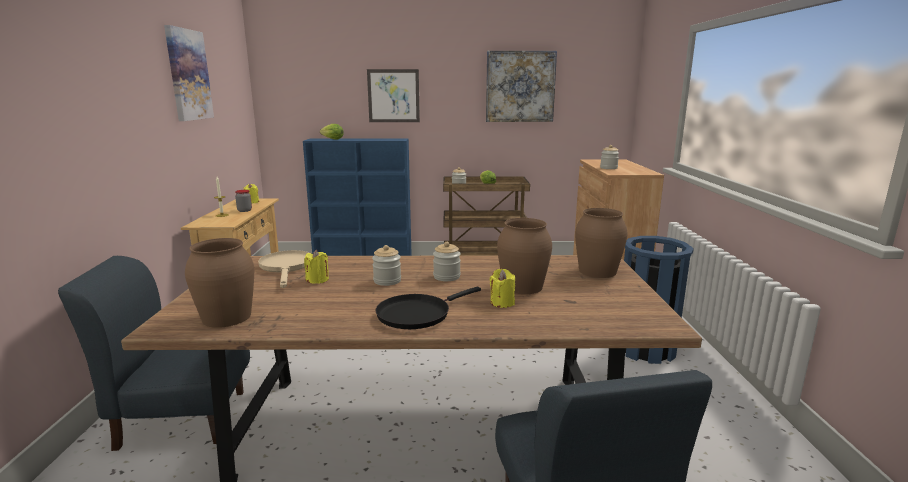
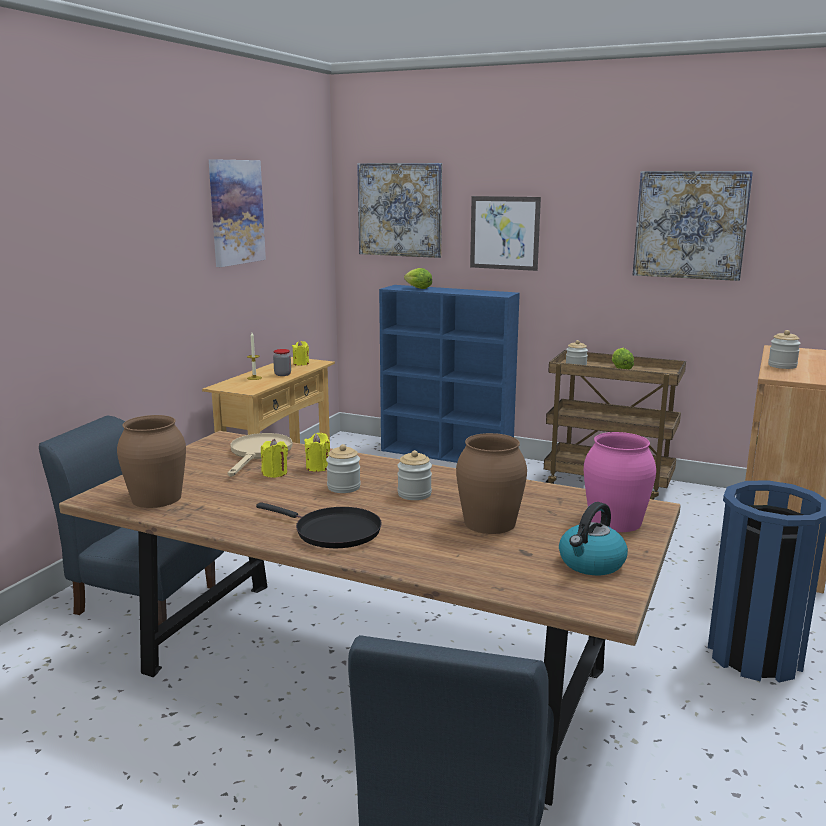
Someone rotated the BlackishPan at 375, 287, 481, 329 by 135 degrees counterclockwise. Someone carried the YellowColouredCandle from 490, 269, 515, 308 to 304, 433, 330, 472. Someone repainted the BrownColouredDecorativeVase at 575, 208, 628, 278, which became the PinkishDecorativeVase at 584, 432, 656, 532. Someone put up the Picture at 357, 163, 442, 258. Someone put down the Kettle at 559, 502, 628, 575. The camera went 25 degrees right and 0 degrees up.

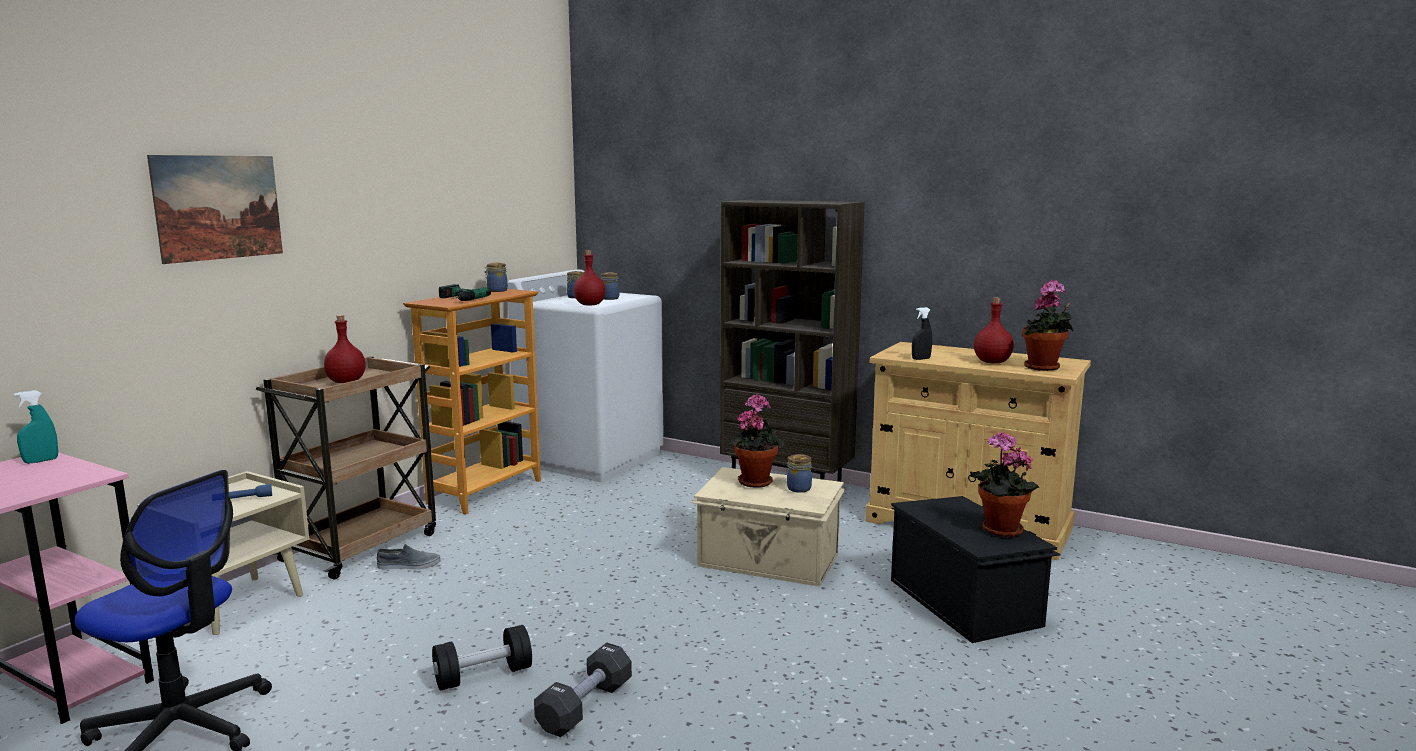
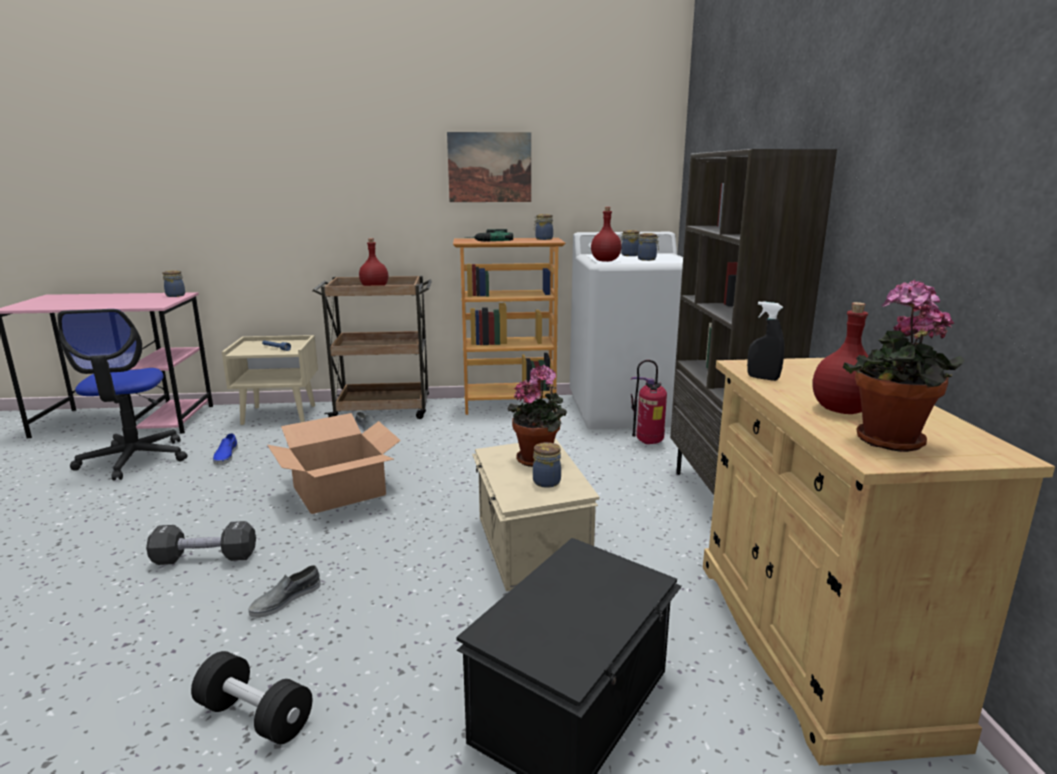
Someone swapped the TurquoiseColouredSprayer at 14, 390, 58, 464 for the Jar at 163, 270, 185, 297. Someone carried the Picture from 147, 155, 283, 264 to 447, 132, 531, 202. Someone carried the BlackishDumbbell from 432, 625, 532, 691 to 191, 651, 312, 744. Someone took away the PlantInAPot at 973, 432, 1039, 537. Someone put down the BlueColouredLowShoe at 213, 433, 238, 465. Someone put down the GreyLowShoe at 248, 565, 321, 618. Someone put down the CardboardBox at 267, 413, 401, 514. Someone put down the Extinguisher at 631, 360, 667, 444. The camera went 55 degrees right and 5 degrees up.

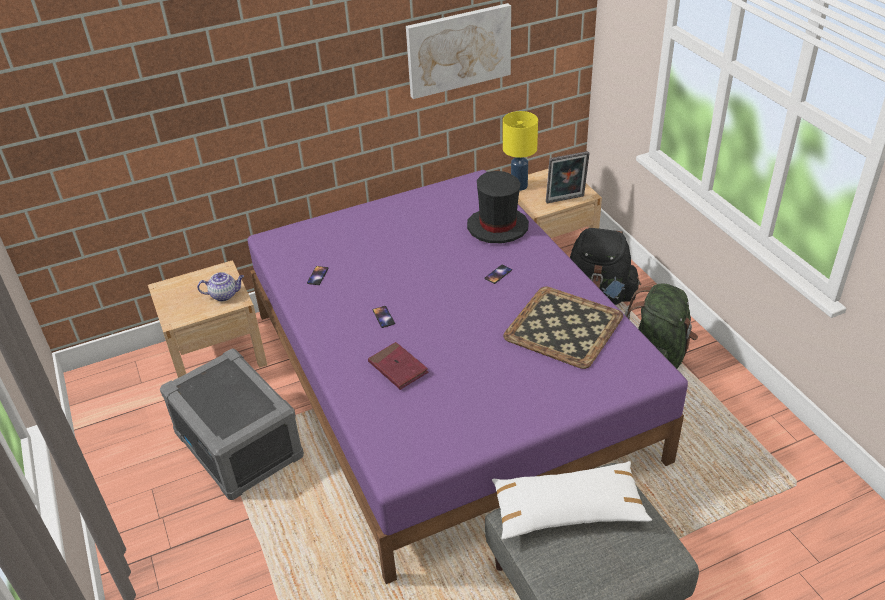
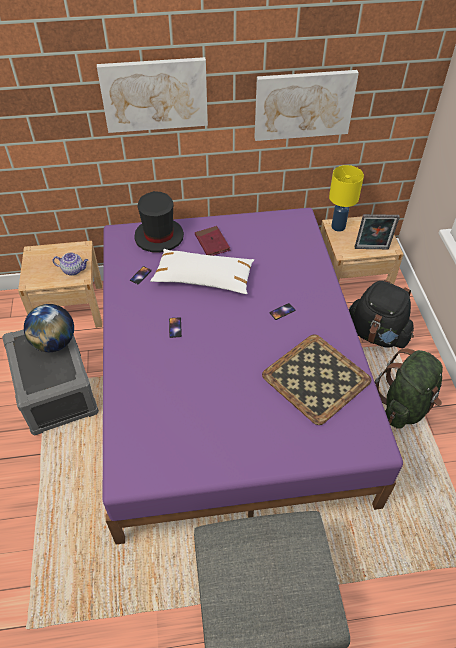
Someone carried the ReddishBoundBook from 368, 342, 428, 390 to 195, 226, 230, 256. Someone carried the BlackishWearableHat from 467, 171, 529, 243 to 134, 191, 184, 252. Someone carried the WhitishCushion from 492, 461, 652, 540 to 150, 249, 254, 294. Someone put down the Globe at 24, 304, 74, 352. Someone put up the Picture at 97, 57, 208, 133. The camera went 15 degrees right and 10 degrees up.

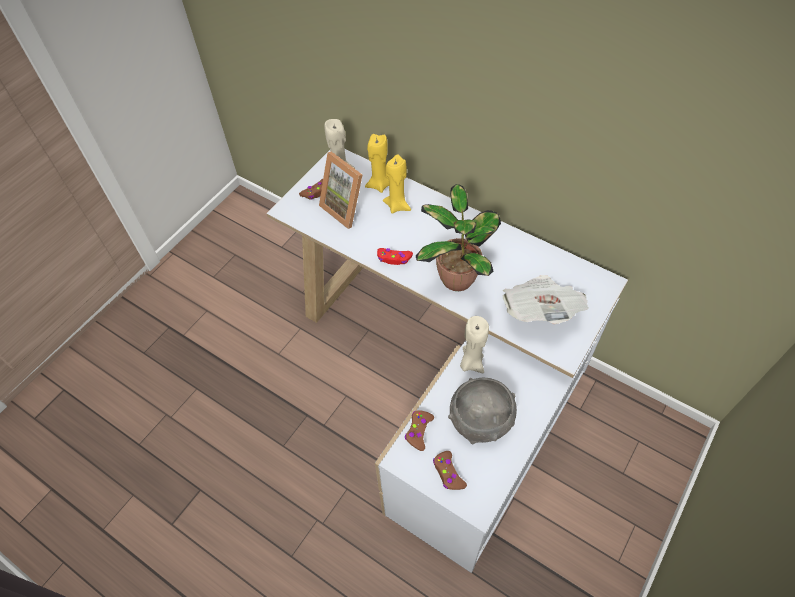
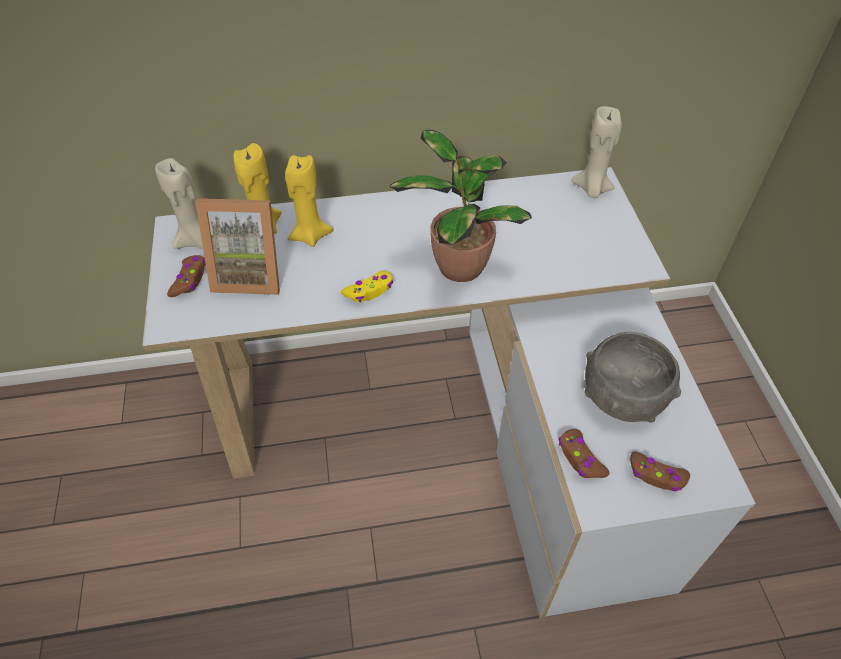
Someone repainted the ReddishJoypad at 377, 248, 413, 265, which became the YellowColouredJoypad at 341, 271, 393, 302. Someone carried the BeigeCandle from 460, 316, 489, 373 to 571, 106, 622, 198. Someone took away the DailyPaper at 502, 275, 589, 324. The camera went 45 degrees left and 5 degrees down.

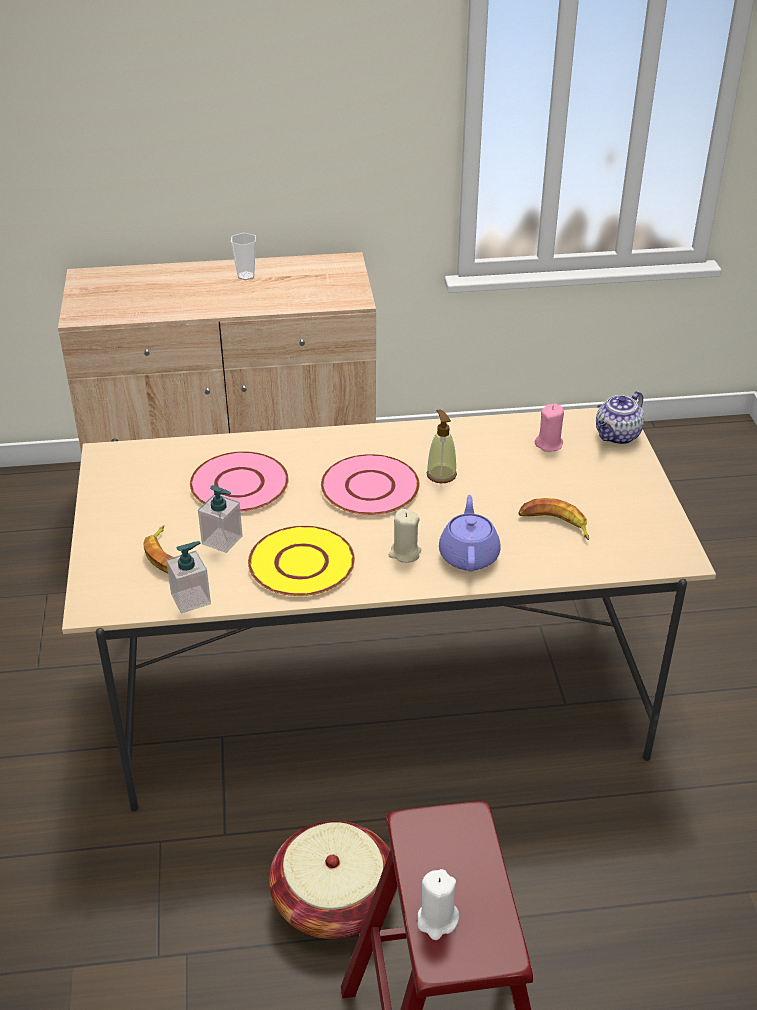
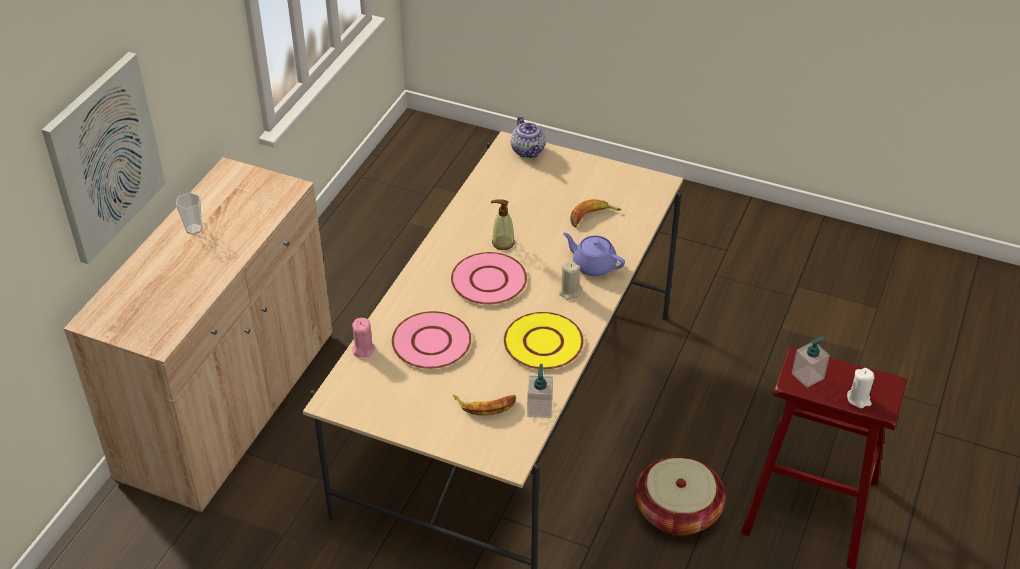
Someone carried the SoapBottle from 198, 485, 243, 553 to 792, 335, 830, 388. Someone carried the PinkishCandle from 535, 404, 564, 452 to 352, 318, 375, 357. Someone put up the Picture at 42, 52, 166, 264. The camera went 60 degrees left and 5 degrees up.

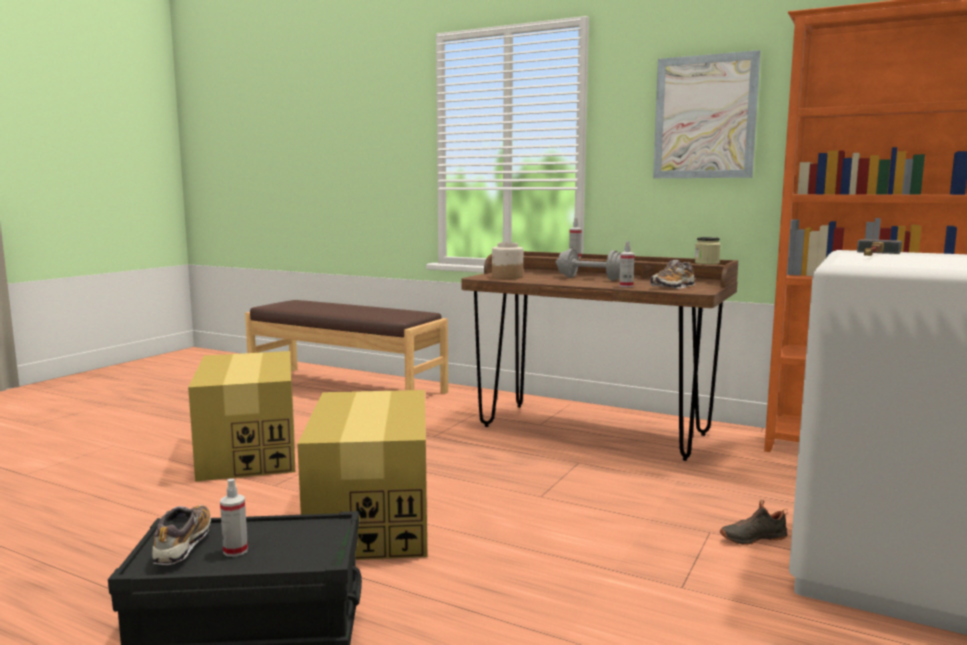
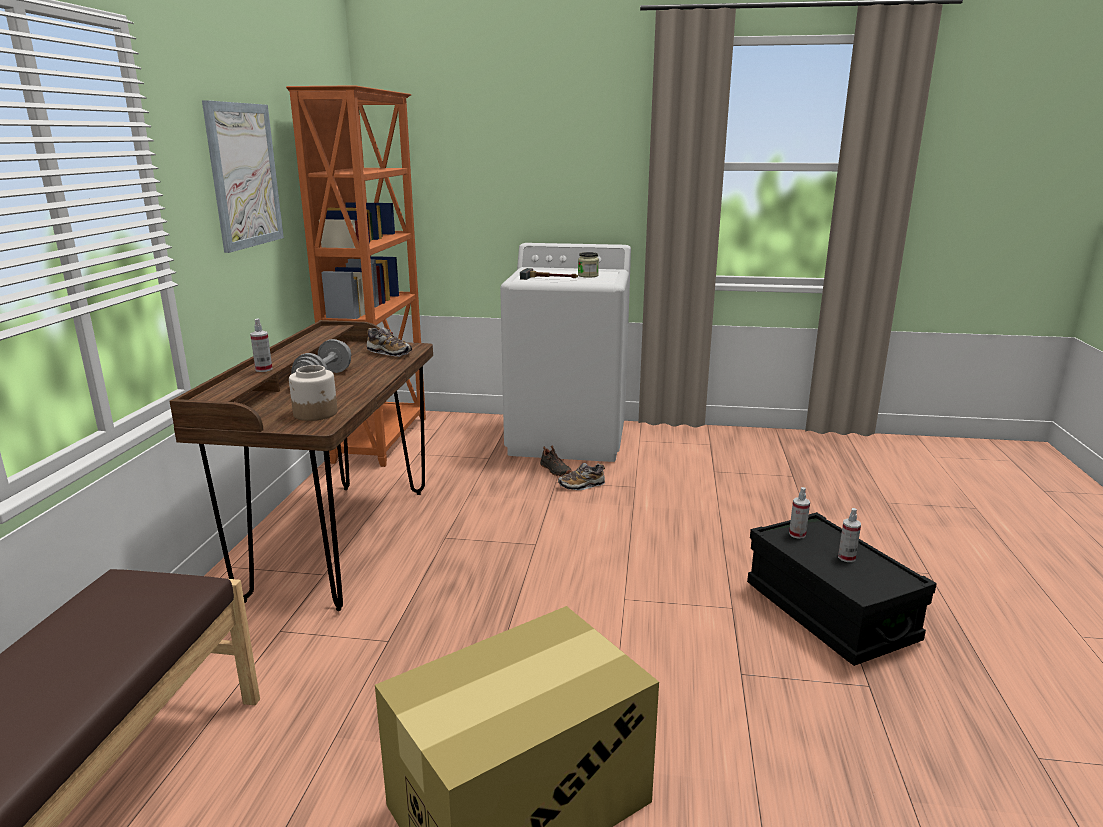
Someone carried the LowShoe from 152, 505, 211, 565 to 558, 463, 605, 490. Someone took away the CardboardBox at 297, 390, 427, 560. Someone carried the Sprayer from 619, 241, 634, 287 to 789, 487, 810, 539. Someone carried the Jar from 695, 237, 721, 265 to 578, 252, 599, 278. The camera went 110 degrees left and 10 degrees up.

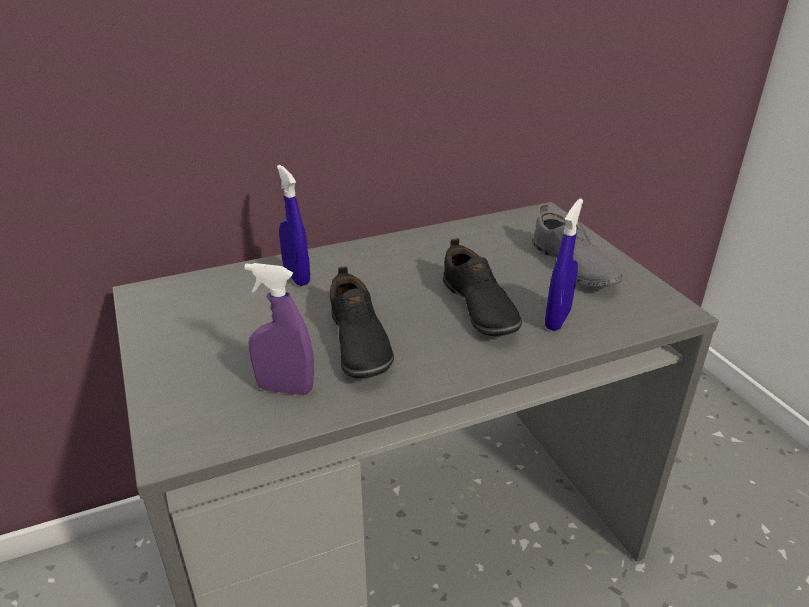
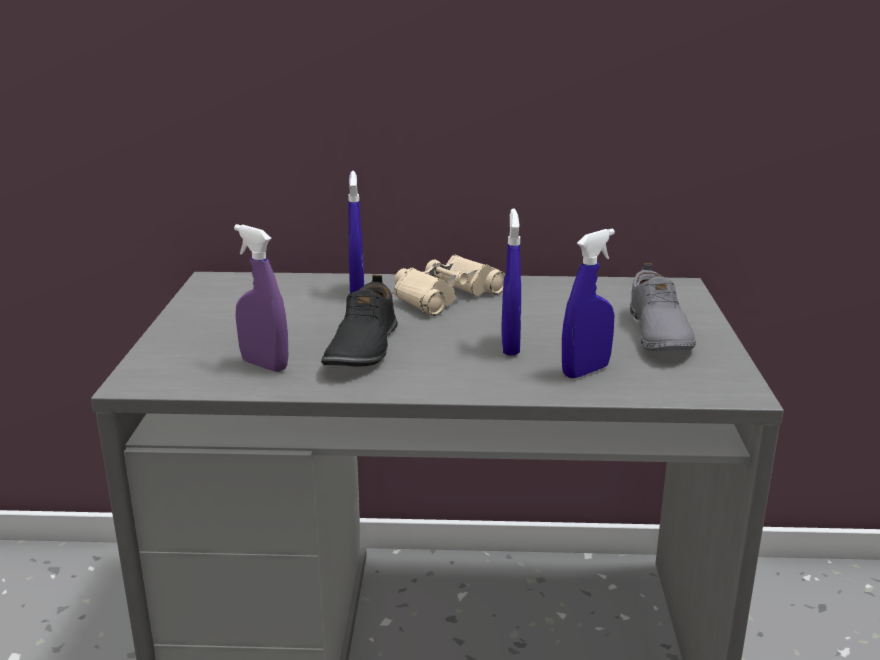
Someone swapped the BlackishLowShoe at 443, 238, 522, 336 for the BlueColouredSprayer at 501, 209, 521, 355. Someone put down the BeigePairOfBinoculars at 394, 255, 506, 316. The camera went 25 degrees right and 10 degrees down.

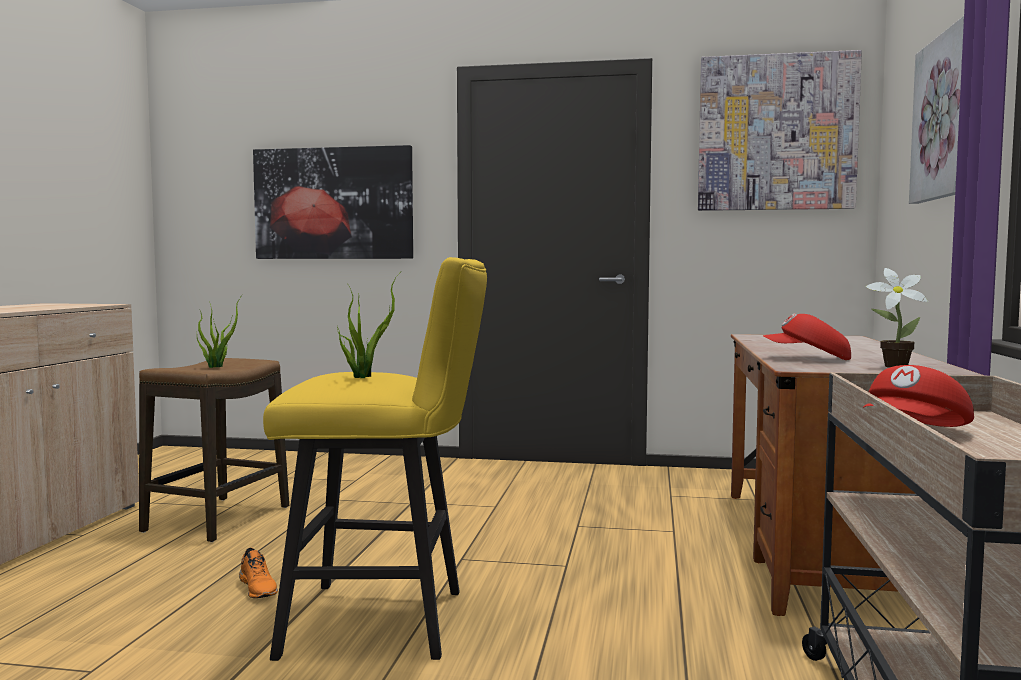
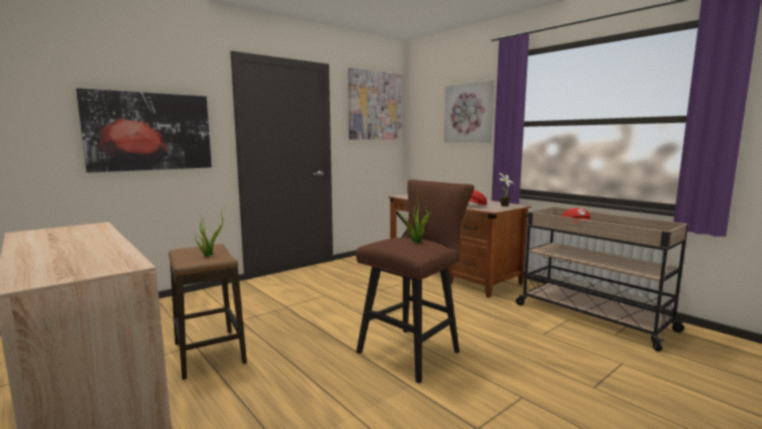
Someone took away the OrangeColouredLowShoe at 239, 548, 278, 598. Someone repainted the YellowColouredSittingStool at 263, 257, 487, 661, which became the BrownColouredSittingStool at 356, 179, 474, 384. The camera went 50 degrees left and 5 degrees up.

